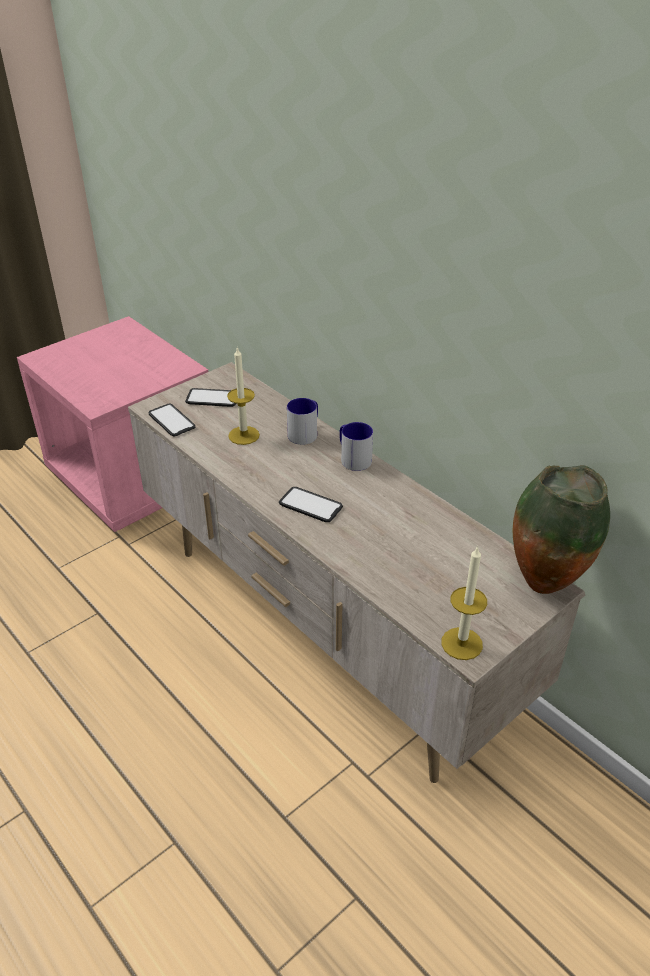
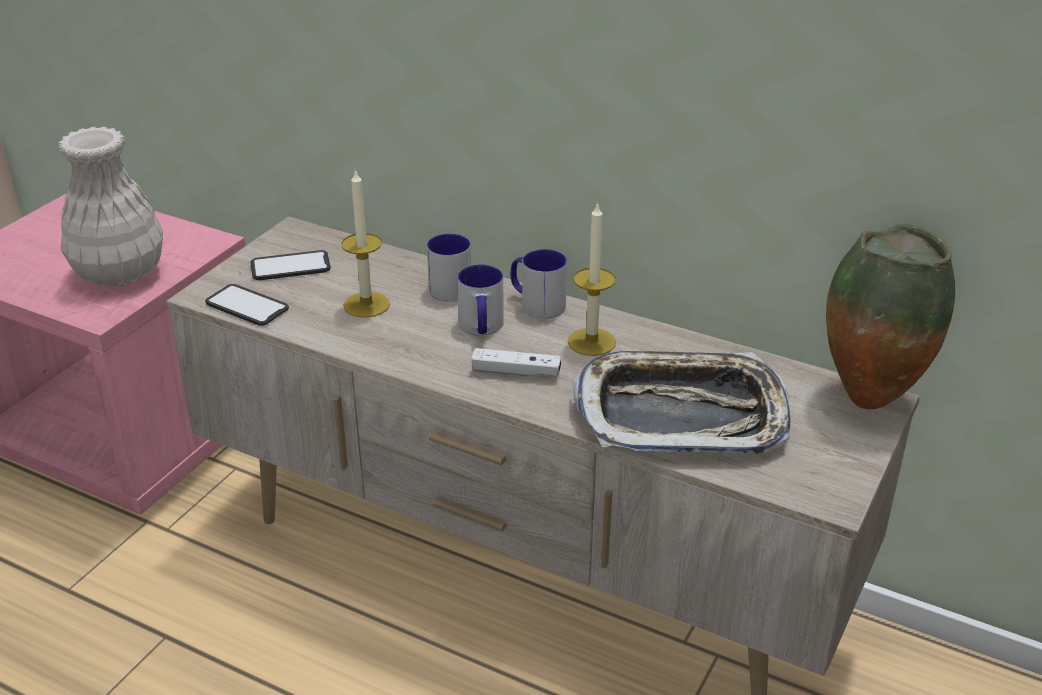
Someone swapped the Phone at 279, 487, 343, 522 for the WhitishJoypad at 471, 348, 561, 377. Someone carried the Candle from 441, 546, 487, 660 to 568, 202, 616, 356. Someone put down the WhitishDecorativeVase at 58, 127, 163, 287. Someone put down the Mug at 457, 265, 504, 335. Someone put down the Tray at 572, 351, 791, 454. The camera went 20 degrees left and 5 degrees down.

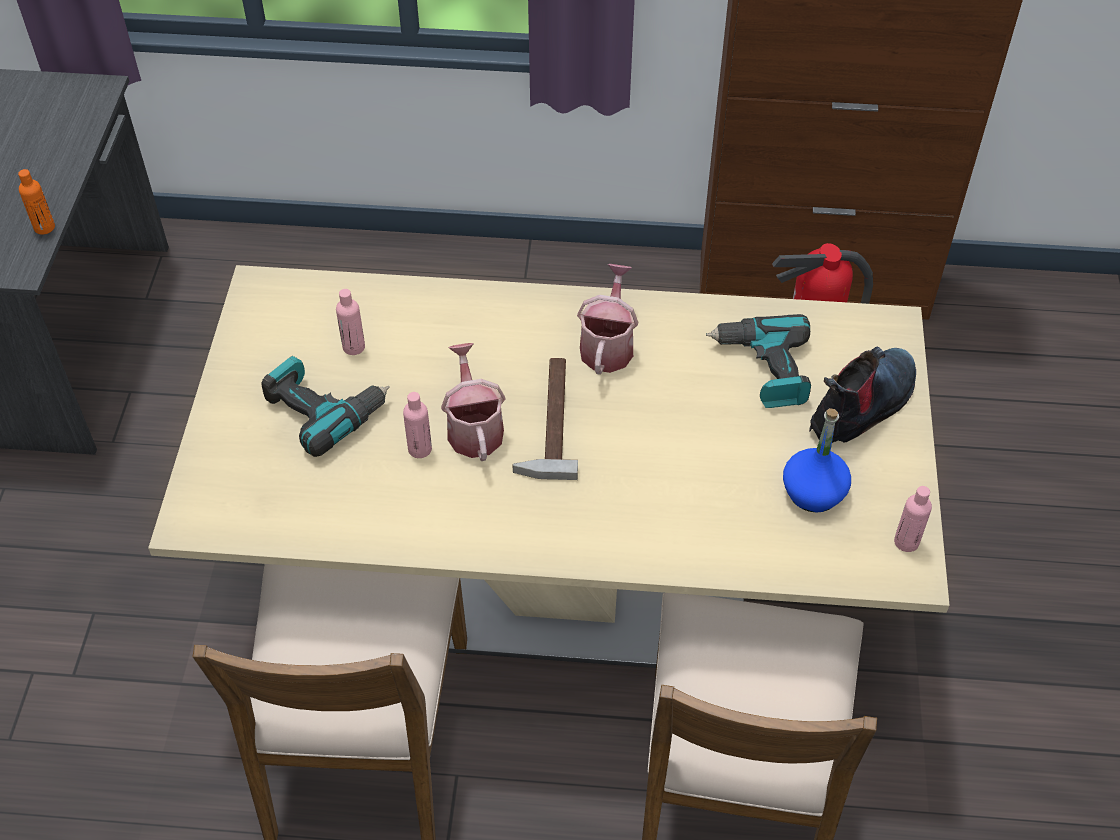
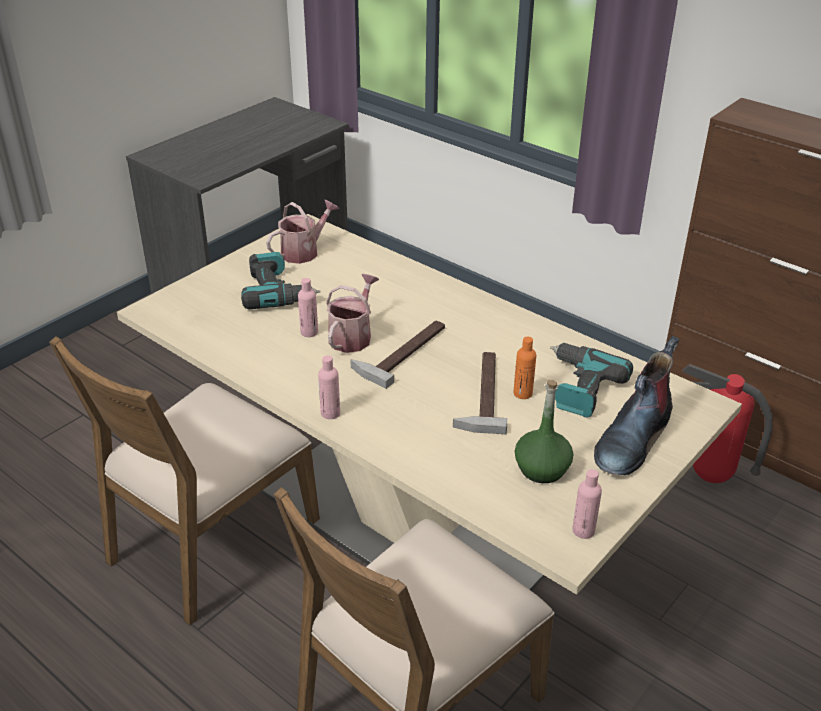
Someone carried the OrangeColouredBeverageBottle from 18, 169, 55, 234 to 513, 337, 536, 399. Someone carried the PinkishBeverageBottle from 336, 289, 365, 355 to 318, 355, 340, 419. Someone carried the SprinklingCan from 577, 264, 639, 375 to 266, 200, 339, 264. Someone repainted the BlueColouredBeverageBottle at 783, 408, 851, 513, which became the GreenColouredBeverageBottle at 515, 380, 573, 483. Someone rotated the Boot at 809, 347, 916, 443 by 135 degrees clockwise. Someone put down the Hammer at 453, 352, 507, 434. The camera went 35 degrees right and 15 degrees down.

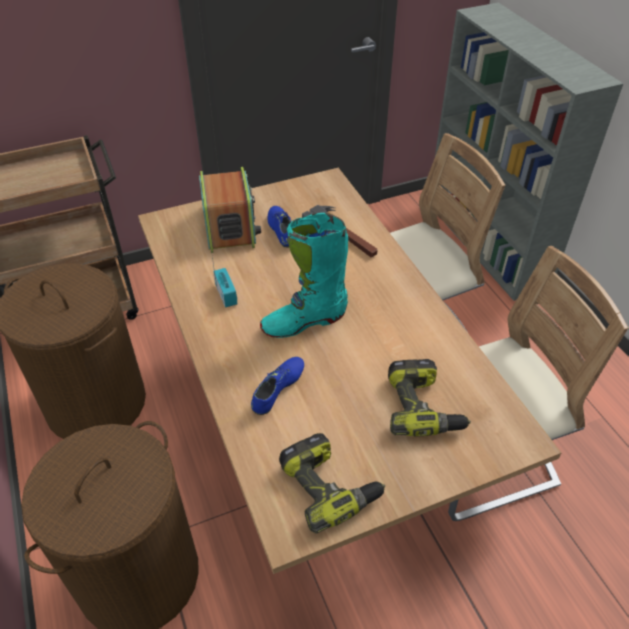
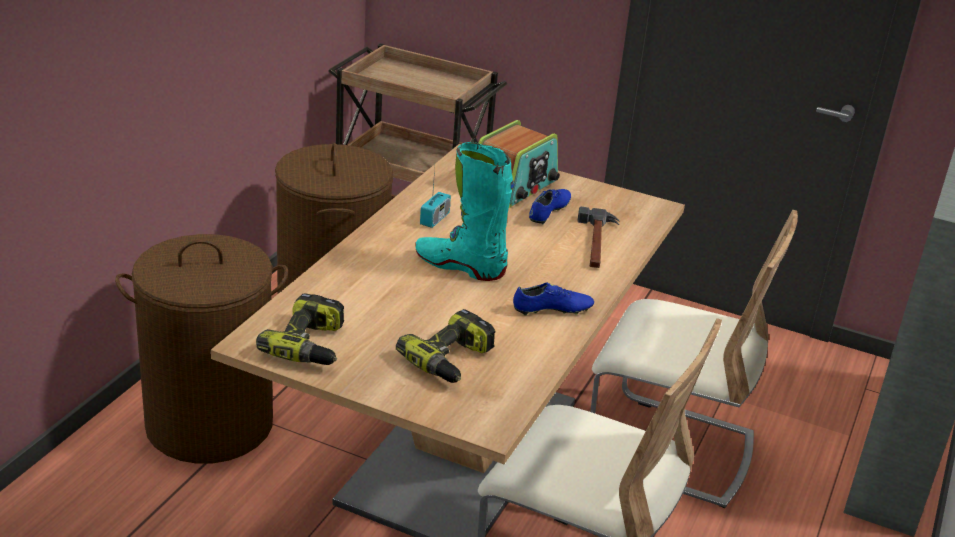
Someone carried the BlueColouredLowShoe from 251, 357, 304, 415 to 513, 283, 594, 315. The camera went 45 degrees right and 15 degrees down.

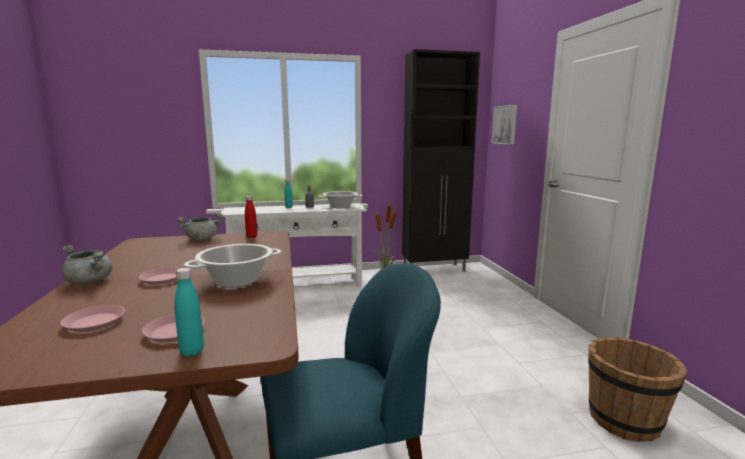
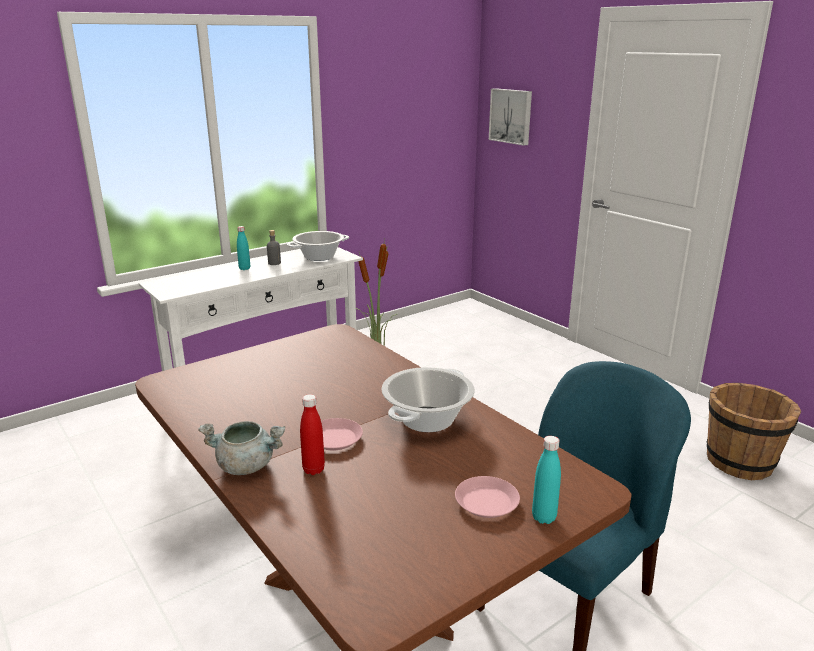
Someone took away the PinkishDinnerPlate at 60, 305, 125, 332. Someone took away the GreyStockpot at 177, 213, 223, 241. Someone carried the ReddishBeverageBottle from 245, 196, 257, 238 to 300, 394, 325, 475. Someone took away the BlackishStorageCabinet at 402, 49, 480, 272. The camera went 25 degrees left and 10 degrees up.

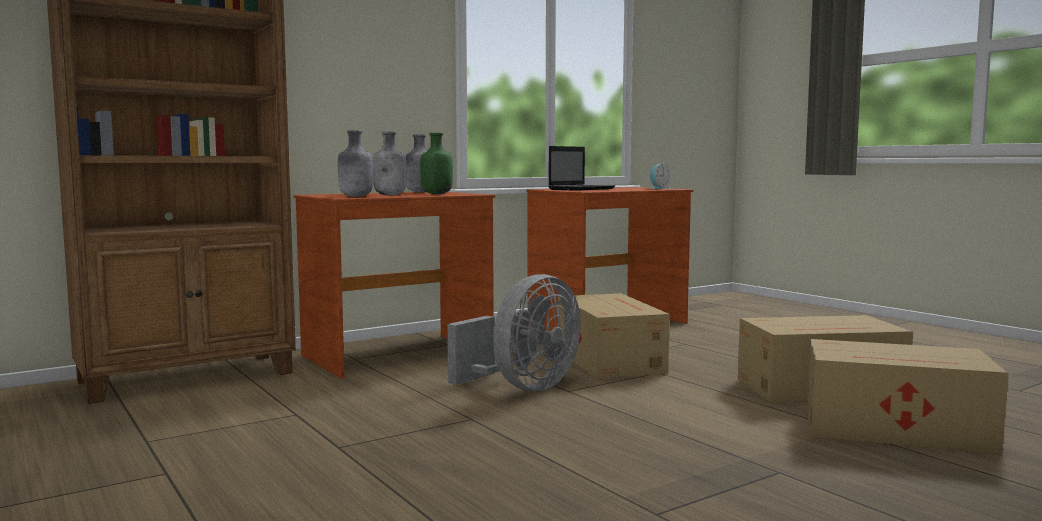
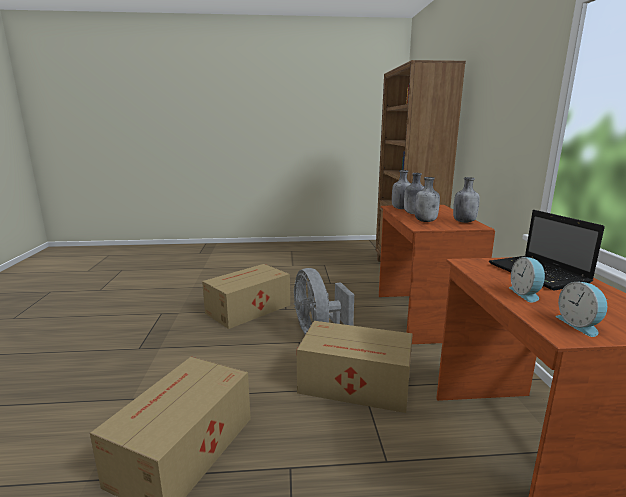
Someone repainted the GreenColouredBeverageBottle at 420, 133, 453, 194, which became the GreyBeverageBottle at 415, 177, 440, 222. Someone carried the CardboardBox from 806, 339, 1009, 454 to 202, 264, 290, 329. Someone put down the BedsideClock at 509, 257, 546, 303. The camera went 120 degrees right and 10 degrees up.

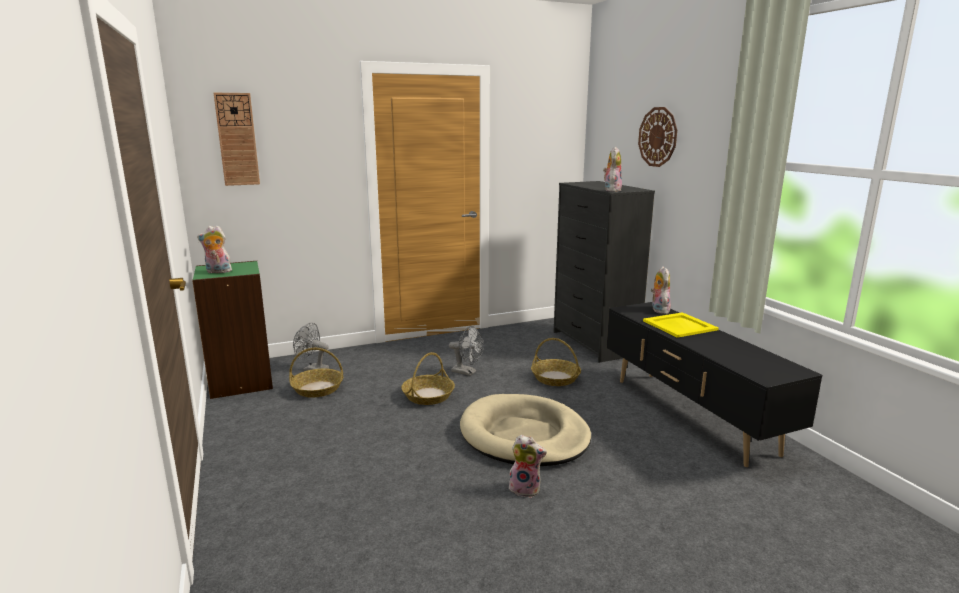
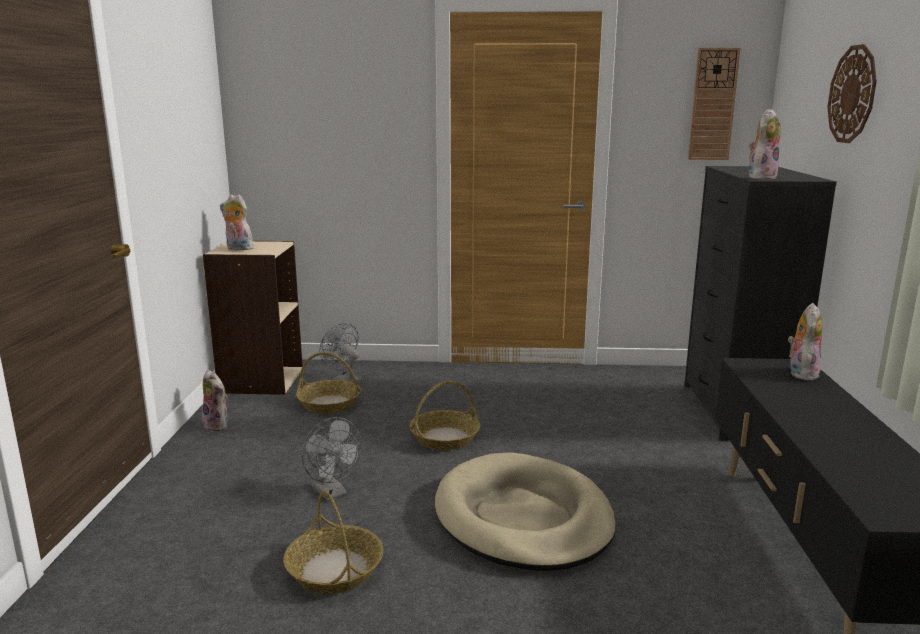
Someone repainted the GreenColouredBookcase at 192, 261, 273, 399, which became the BeigeBookcase at 203, 241, 303, 395. Someone carried the ClockOnTheWall from 214, 93, 260, 186 to 688, 47, 741, 160. Someone carried the GreyElectricFan from 449, 326, 483, 376 to 302, 417, 362, 500. Someone carried the PlushToy from 509, 435, 547, 497 to 201, 370, 227, 432. Someone carried the StorageBasket from 531, 338, 581, 386 to 283, 491, 383, 594. Someone took away the YellowColouredTray at 643, 312, 719, 338. The camera went 25 degrees right and 0 degrees up.

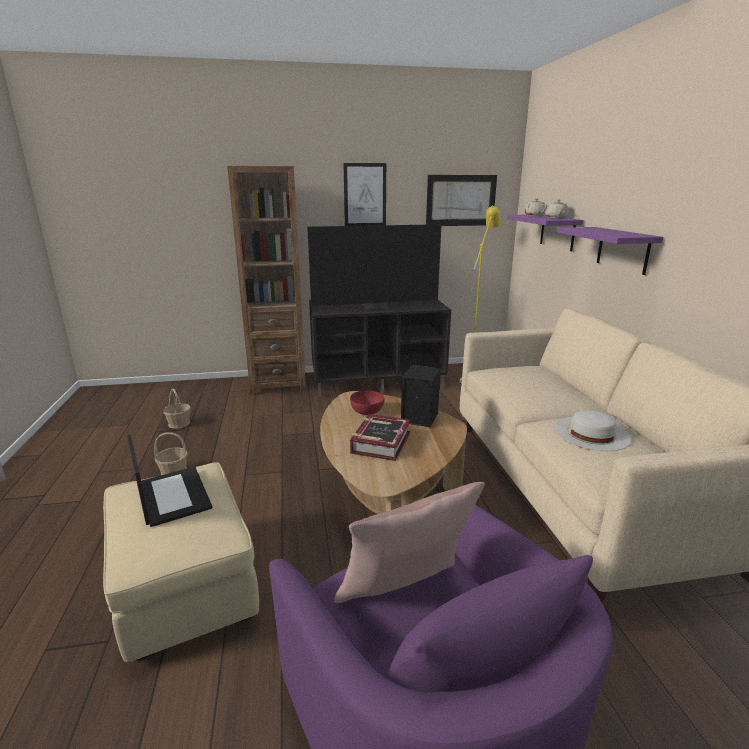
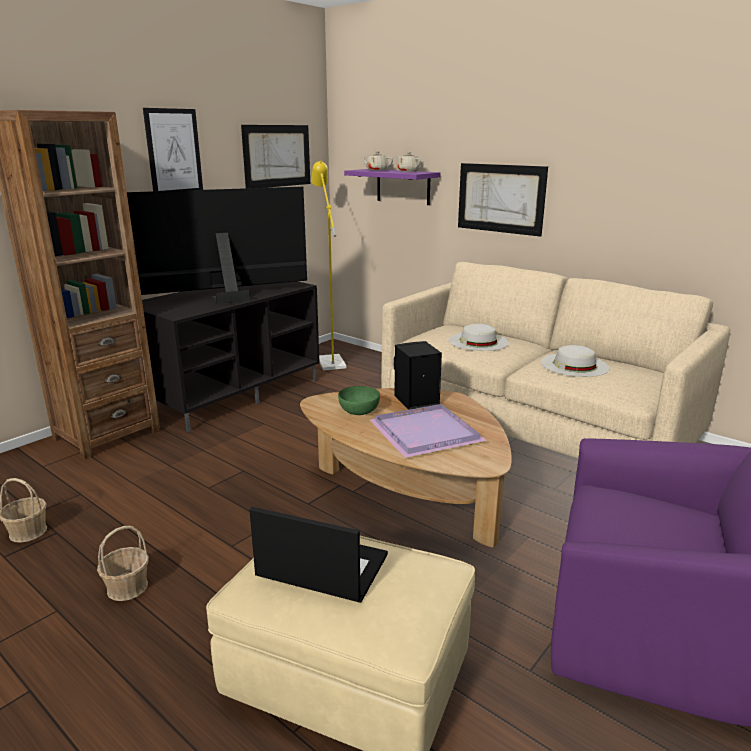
Someone rotated the TvSet at 307, 224, 442, 310 by 150 degrees counterclockwise. Someone took away the PinkishCushion at 334, 482, 485, 603. Someone repainted the ReddishServingBowl at 350, 390, 384, 415, which became the GreenColouredServingBowl at 338, 386, 380, 415. Someone swapped the BoundBook at 350, 414, 410, 461 for the PurpleColouredTray at 369, 404, 487, 458. Someone swapped the PurpleColouredBracketShelf at 557, 227, 664, 275 for the Picture at 458, 163, 548, 237. Someone put down the WhitishWearableHat at 449, 324, 509, 351. The camera went 40 degrees left and 0 degrees up.

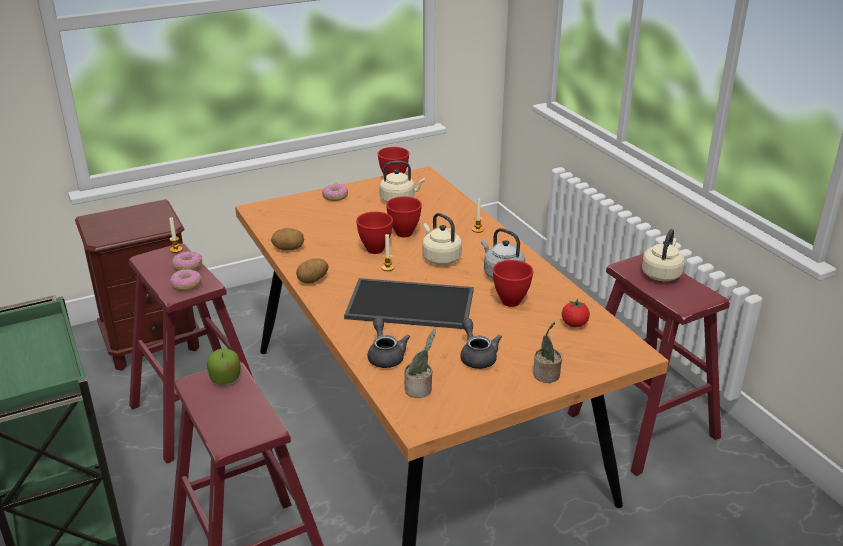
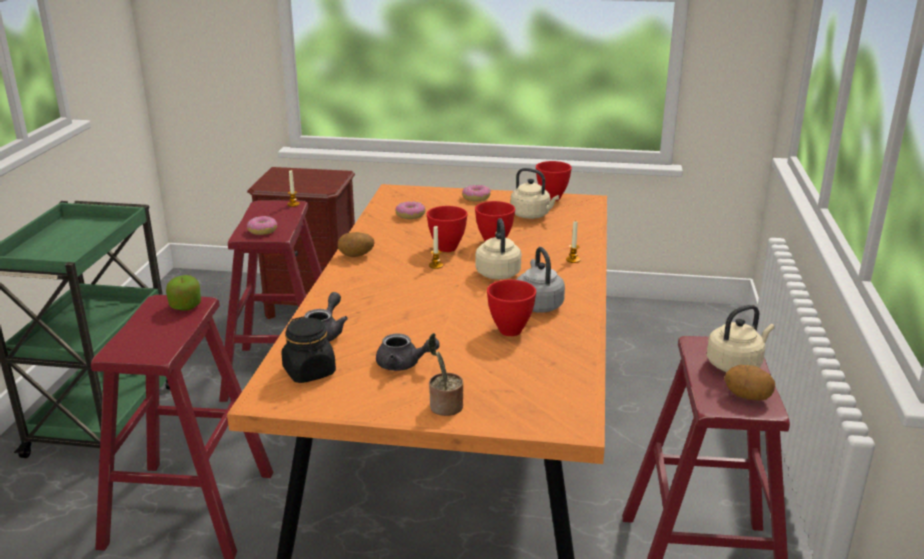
Someone carried the Doughnut from 172, 251, 202, 271 to 395, 202, 425, 219. Someone carried the WholePotato from 271, 228, 304, 251 to 724, 365, 775, 400. Someone took away the Tray at 344, 278, 474, 329. Someone swapped the PlantInAPot at 404, 329, 436, 398 for the BlackishJar at 281, 316, 336, 383. Someone rotated the GreyPotForTea at 460, 318, 502, 369 by 90 degrees clockwise. Someone took away the WholeTomato at 562, 299, 590, 327. The camera went 35 degrees right and 5 degrees down.

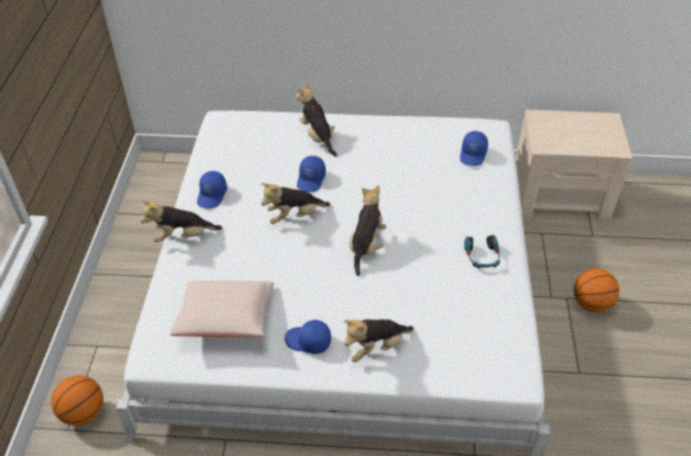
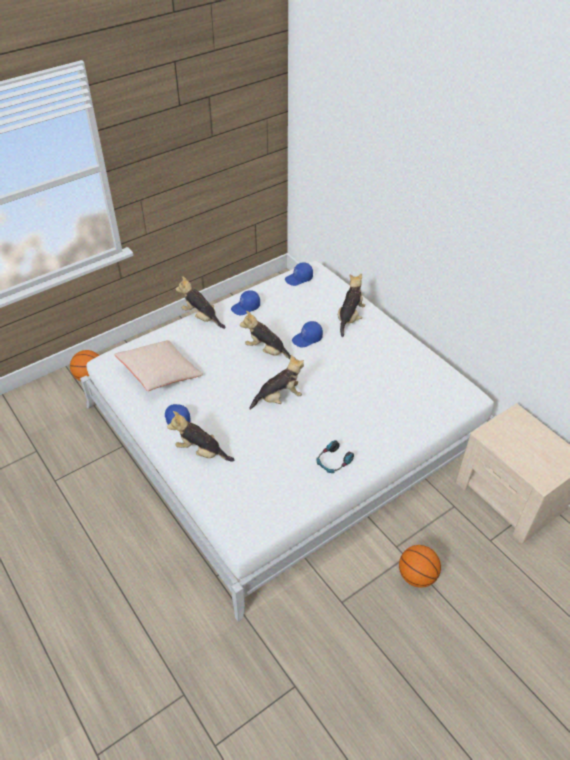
Someone carried the BlueColouredCap from 460, 131, 488, 166 to 285, 262, 313, 286. The camera went 50 degrees right and 0 degrees up.

